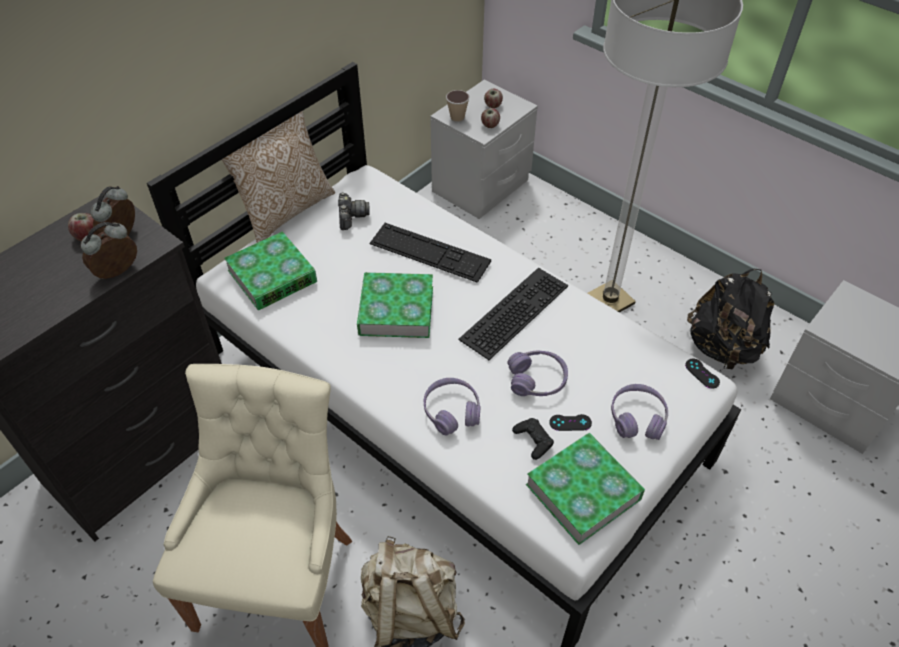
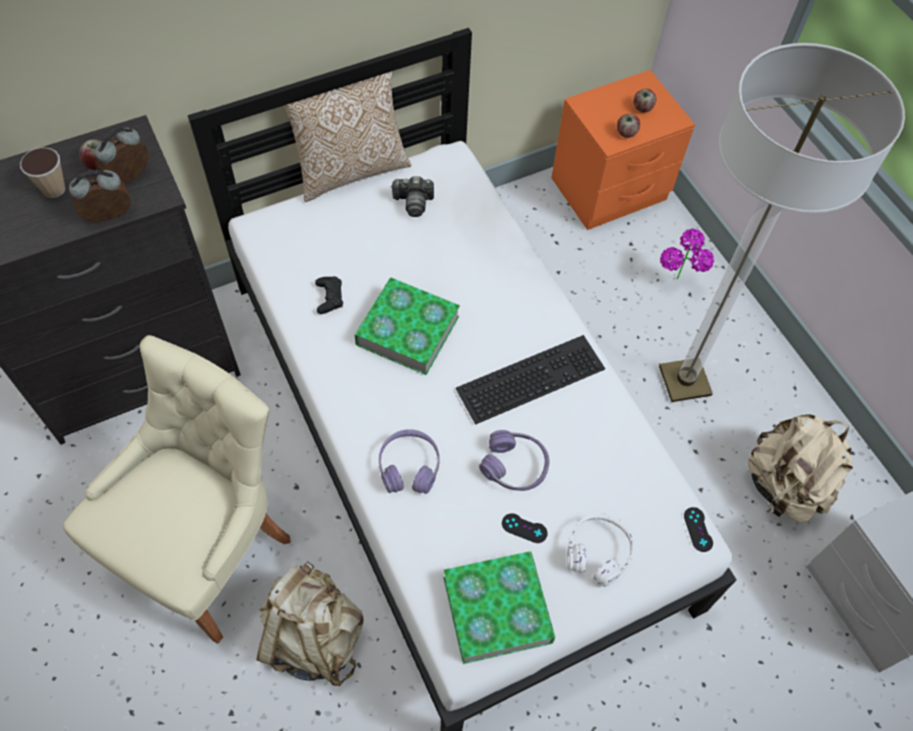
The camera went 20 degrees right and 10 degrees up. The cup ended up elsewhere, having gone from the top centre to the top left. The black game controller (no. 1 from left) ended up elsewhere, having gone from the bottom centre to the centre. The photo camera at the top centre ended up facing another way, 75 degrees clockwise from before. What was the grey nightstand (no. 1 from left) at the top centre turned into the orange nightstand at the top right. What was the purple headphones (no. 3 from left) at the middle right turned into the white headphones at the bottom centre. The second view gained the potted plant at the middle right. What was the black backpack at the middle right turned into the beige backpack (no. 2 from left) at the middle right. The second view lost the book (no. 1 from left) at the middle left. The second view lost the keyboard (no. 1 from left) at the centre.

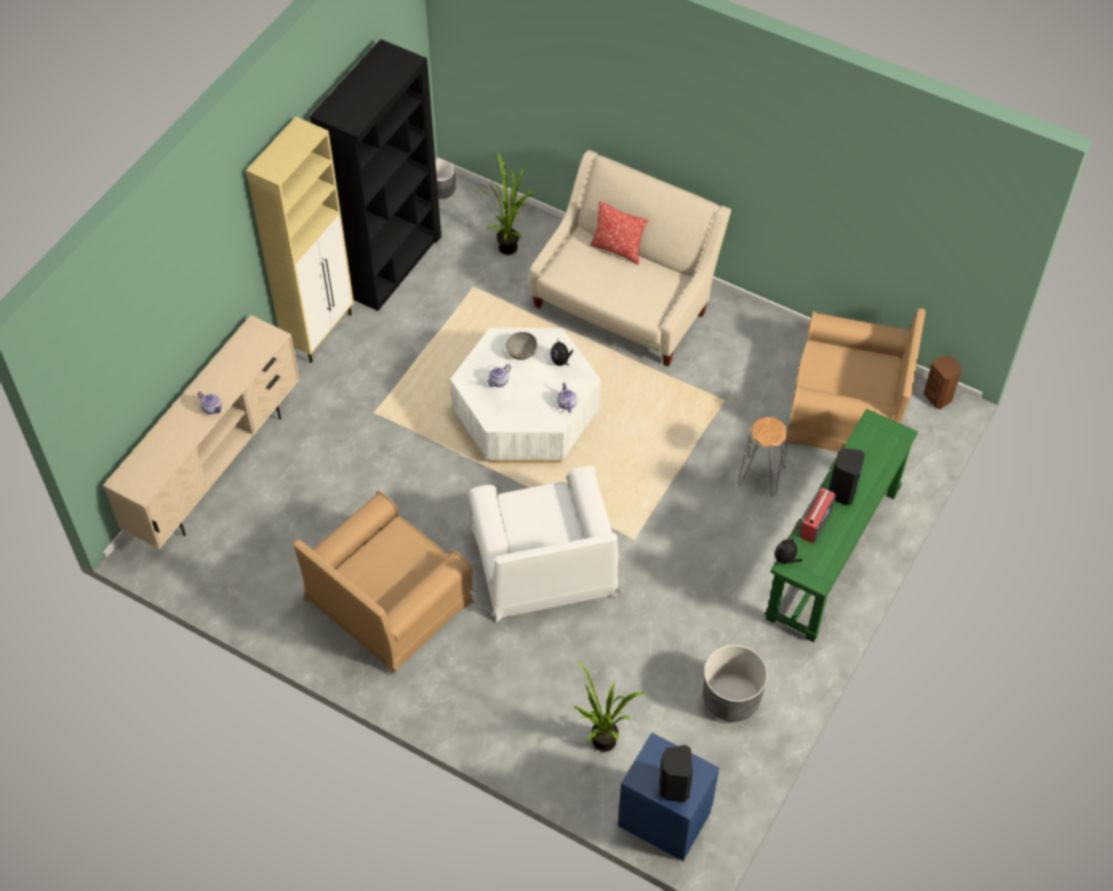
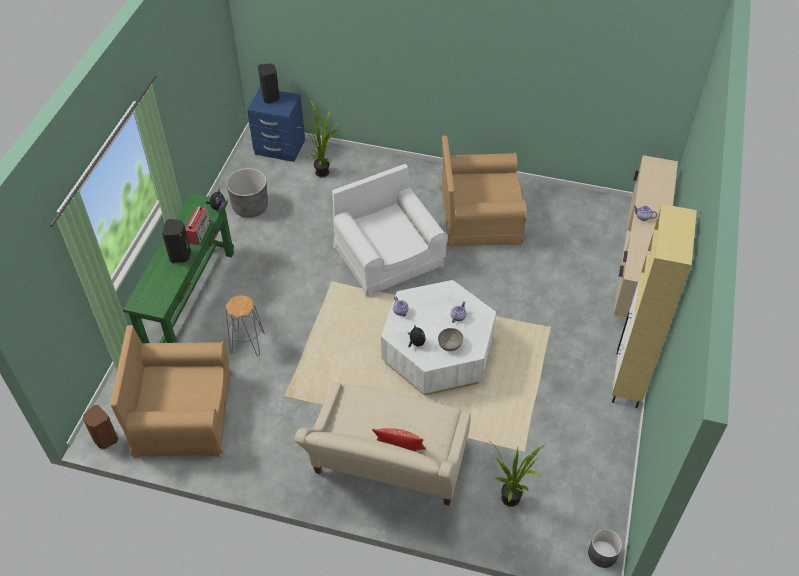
The camera went 165 degrees right and 5 degrees down. The brown armchair (no. 1 from left in the first image) at the centre ended up facing another way, 120 degrees counterclockwise from before. The second view lost the black bookcase at the top centre.

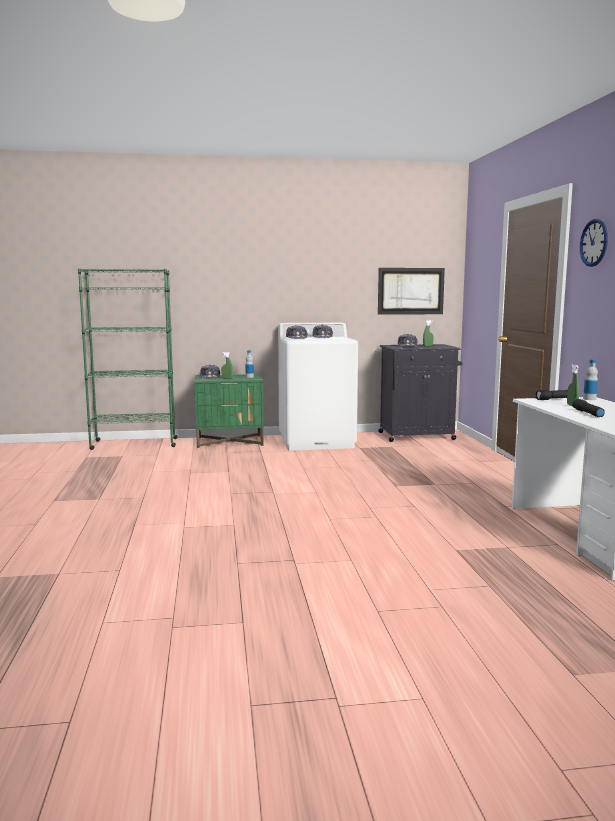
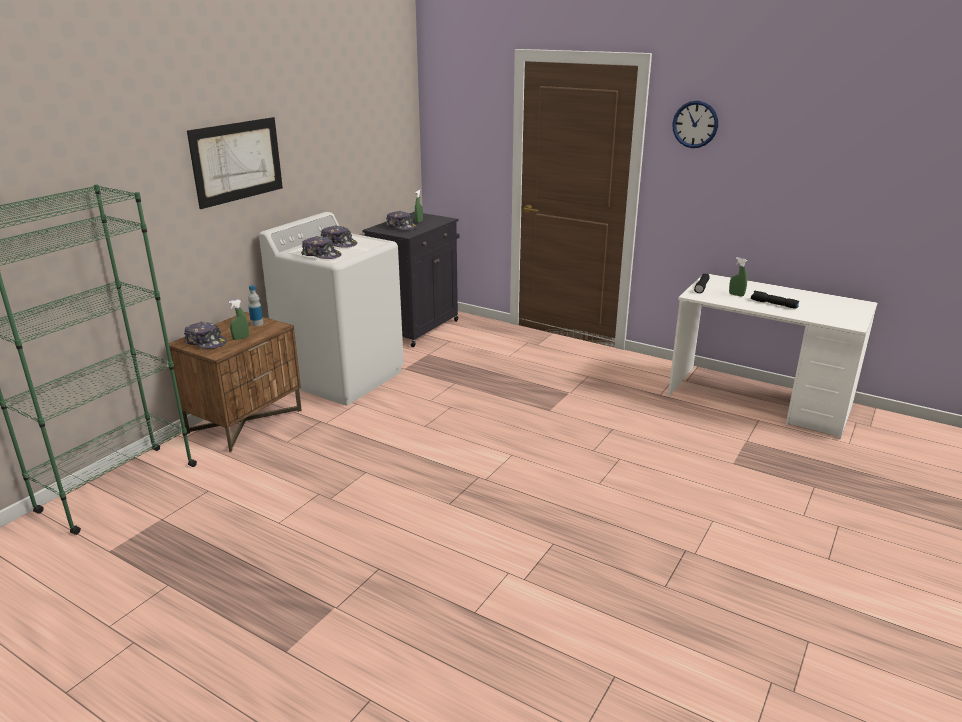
The camera went 50 degrees left and 15 degrees up. What was the green nightstand at the centre turned into the brown nightstand at the middle left. The picture ended up elsewhere, having gone from the middle right to the top left. The second view lost the bottle (no. 2 from left) at the middle right.

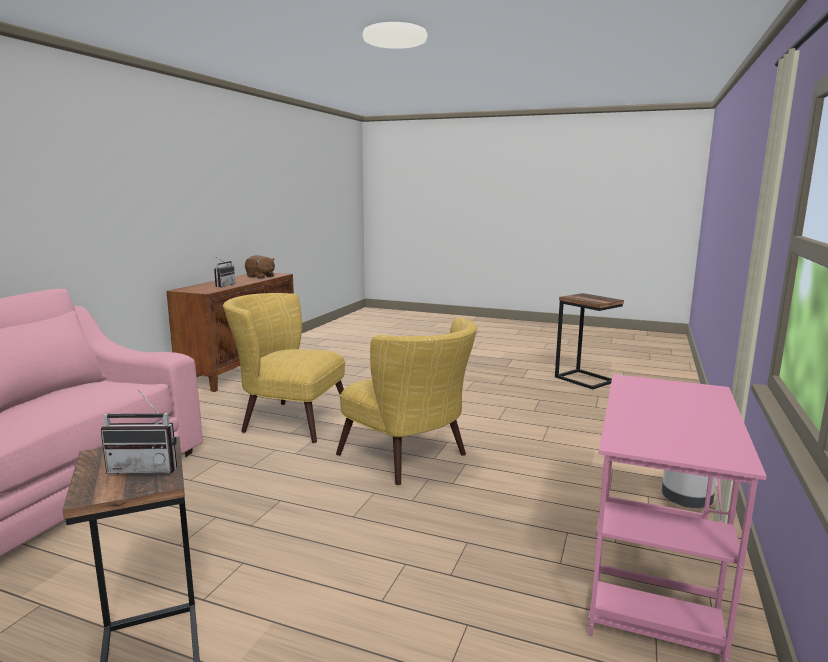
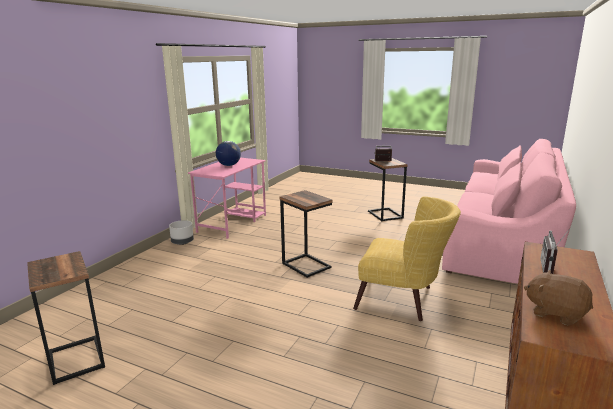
The camera went 175 degrees left and 5 degrees up. The second view gained the globe at the centre. Where the yellow armchair (no. 2 from left) stood at the centre, the side table (no. 2 from left) came to stand at the centre.

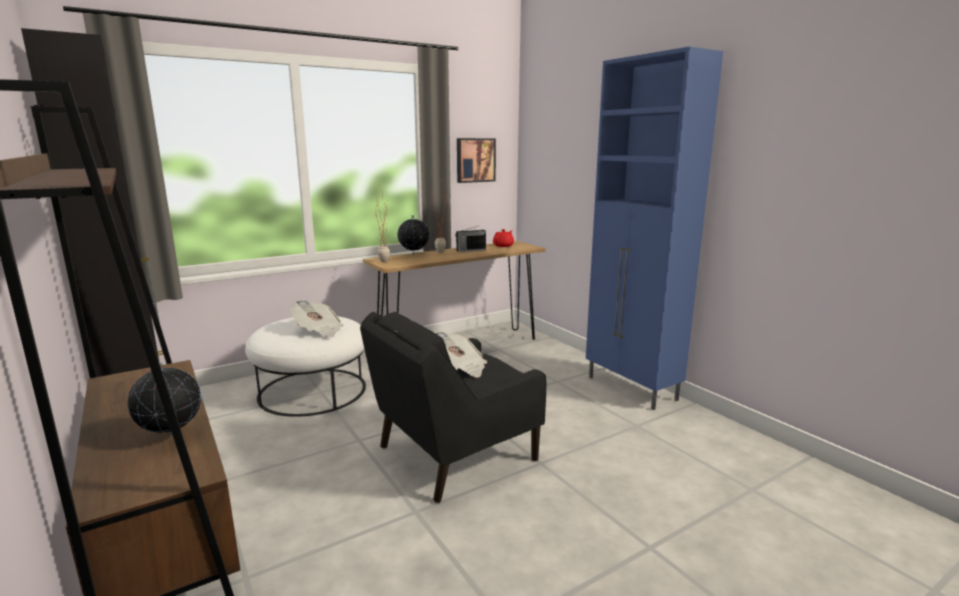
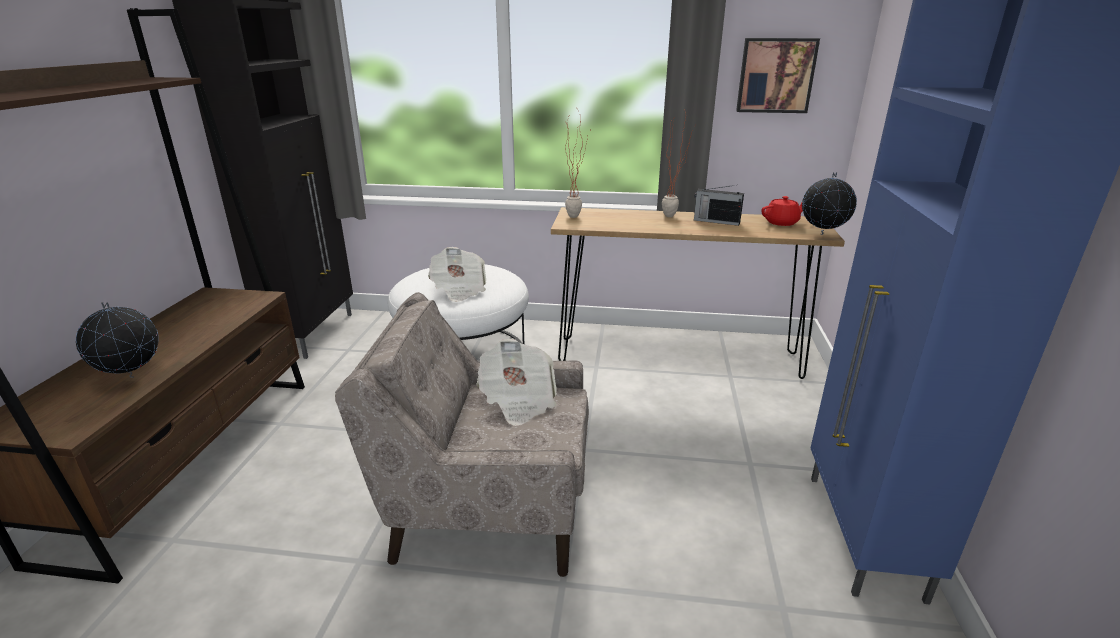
The camera went 40 degrees right and 10 degrees up. What was the black armchair at the bottom centre turned into the beige armchair at the bottom centre. The globe (no. 2 from left) ended up elsewhere, having gone from the centre to the top right.

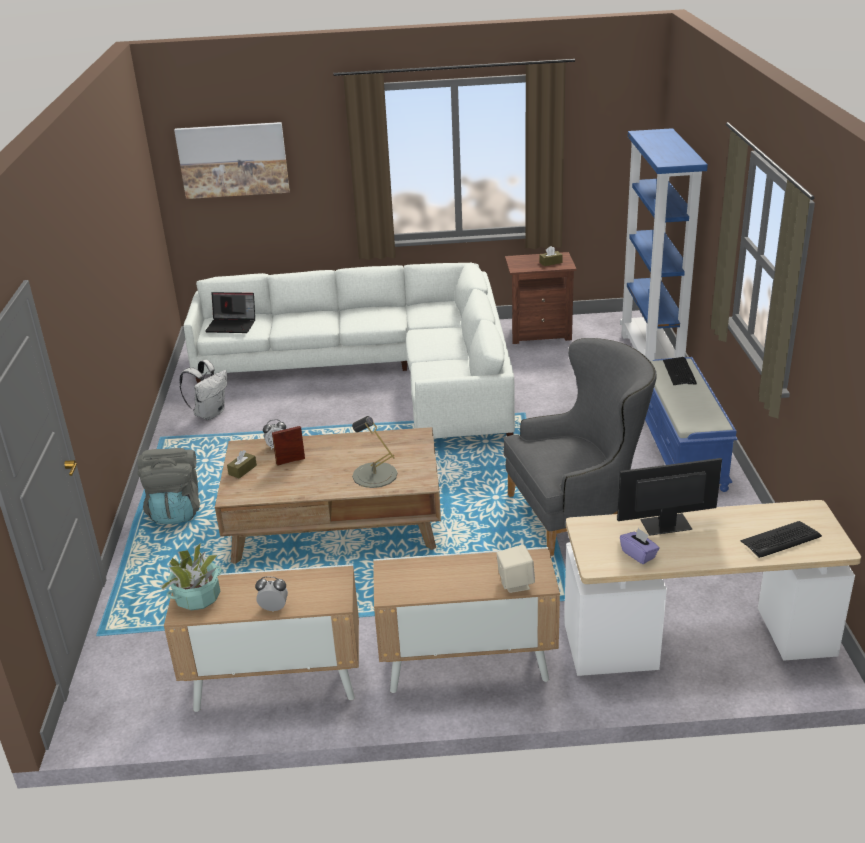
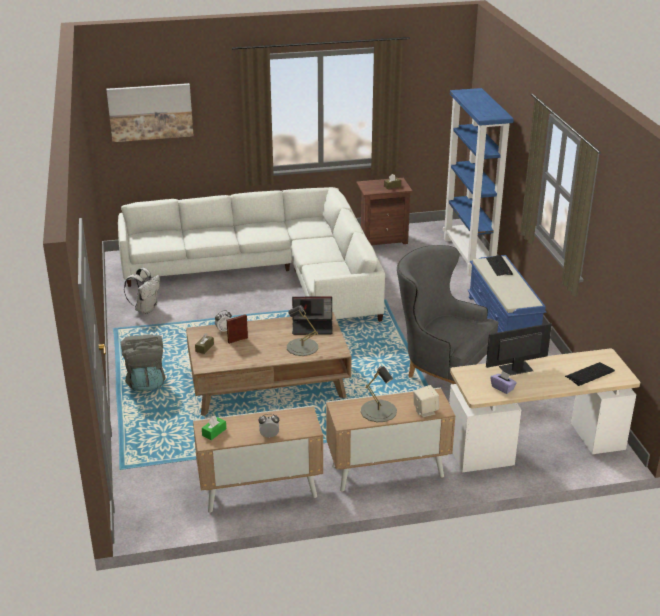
The camera went 10 degrees left and 0 degrees up. Where the potted plant stood at the bottom left, the green tissue box came to stand at the bottom left. The laptop ended up elsewhere, having gone from the middle left to the centre. The second view gained the grey table lamp (no. 2 from left) at the centre. The grey armchair at the middle right ended up facing another way, 120 degrees counterclockwise from before.

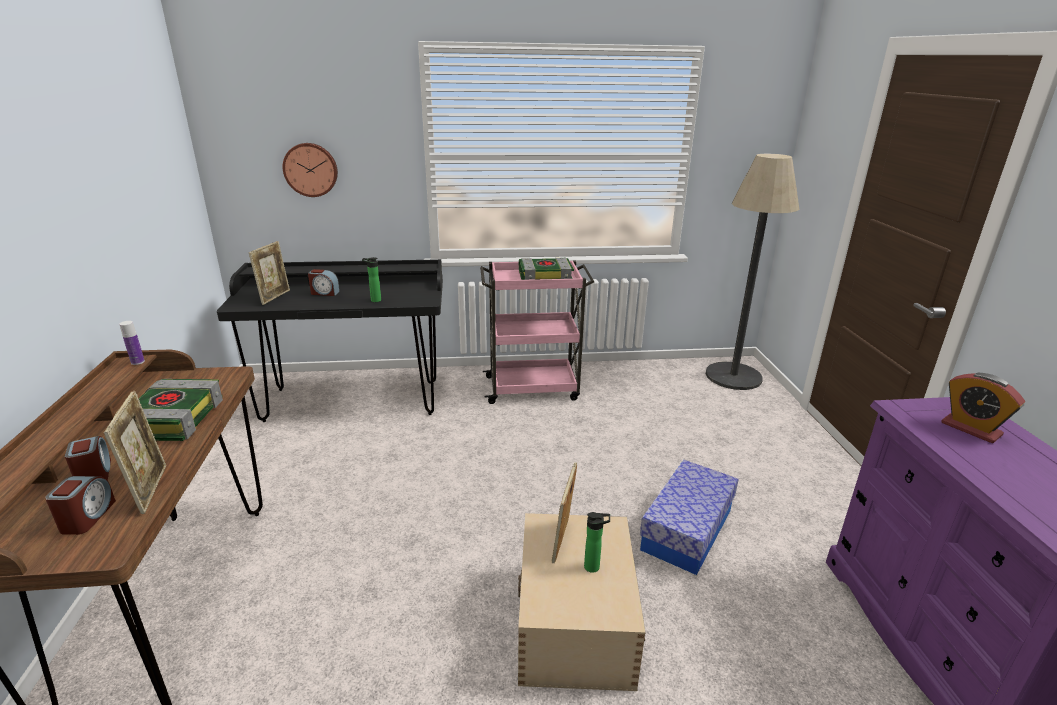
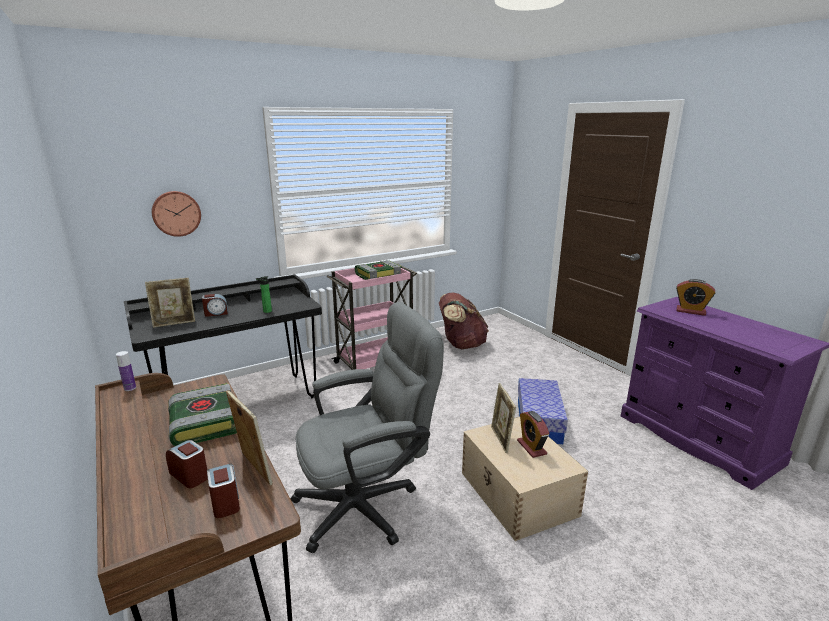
The camera went 25 degrees left and 5 degrees down. The picture frame (no. 2 from left in the first image) at the middle left ended up facing another way, 75 degrees clockwise from before. The second view gained the grey office chair at the bottom centre. The second view gained the brown backpack at the centre. Where the bottle (no. 3 from left) stood at the bottom centre, the alarm clock (no. 4 from left) came to stand at the bottom centre. The second view lost the floor lamp at the middle right.

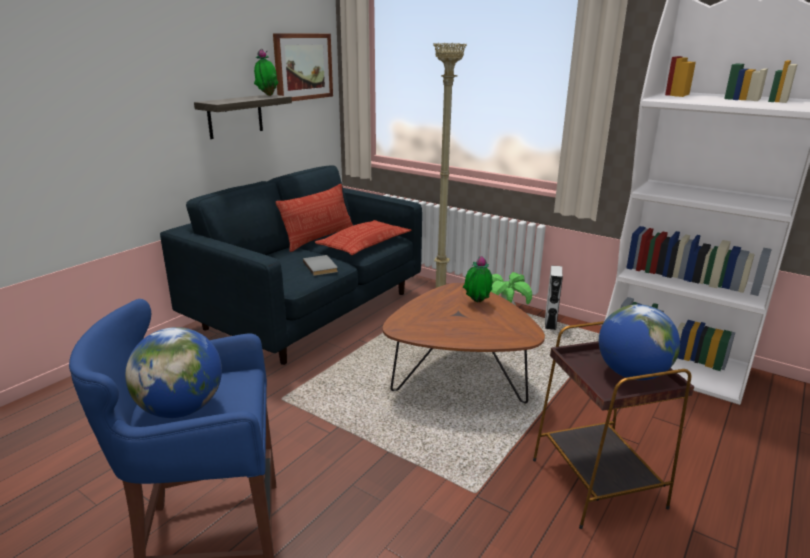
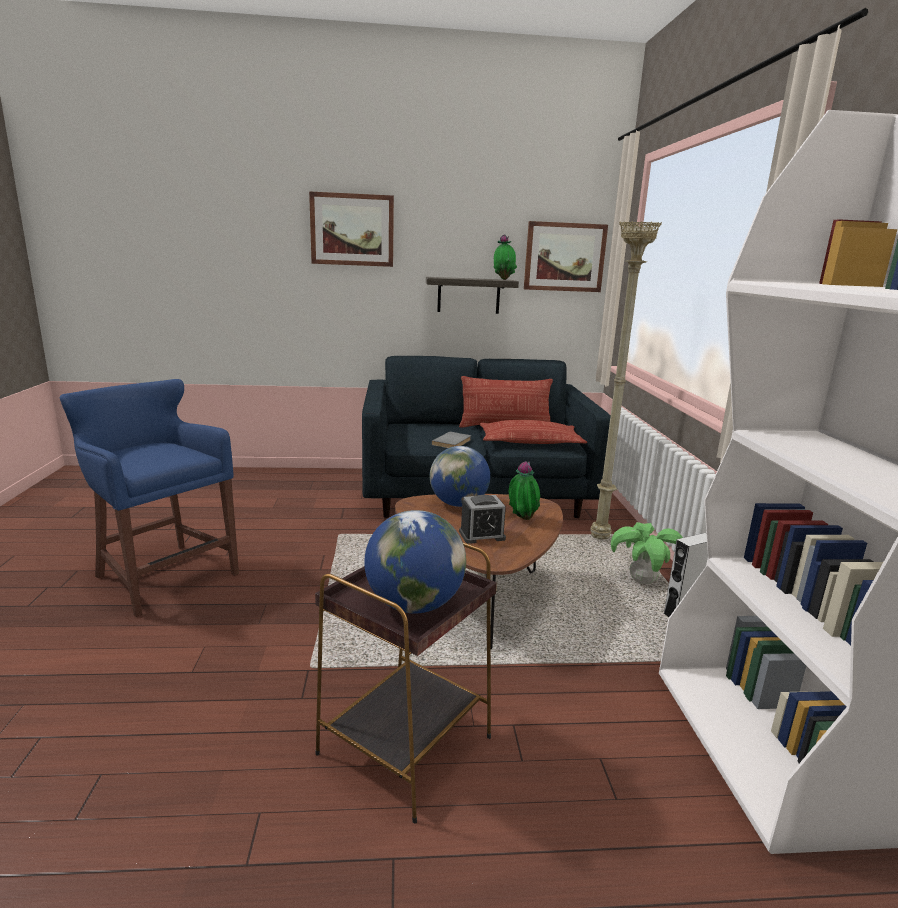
The camera went 50 degrees right and 5 degrees down. The second view gained the picture (no. 1 from left) at the top centre. The globe (no. 1 from left in the first image) ended up elsewhere, having gone from the bottom left to the centre. The second view gained the alarm clock at the centre.

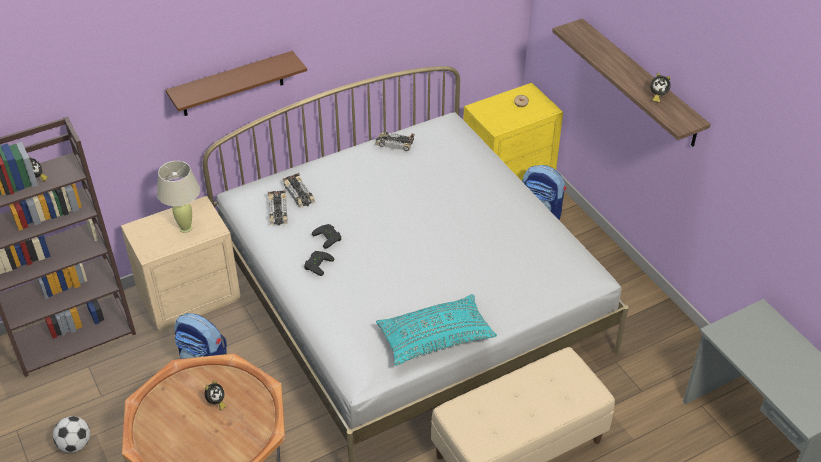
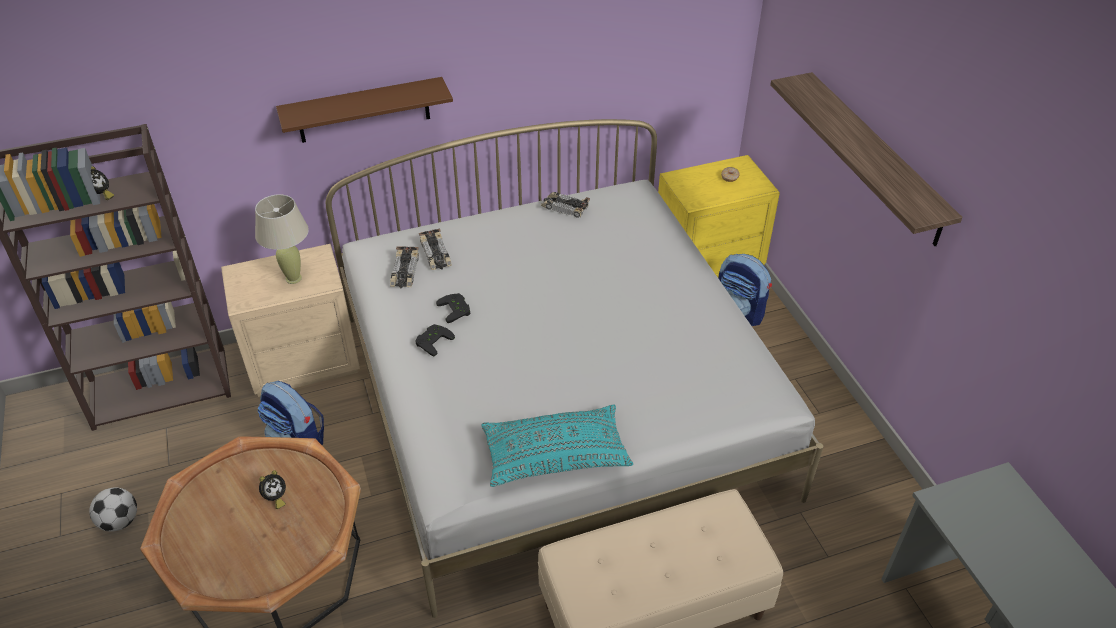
The camera went 10 degrees right and 0 degrees up. The second view lost the alarm clock (no. 3 from left) at the top right.

